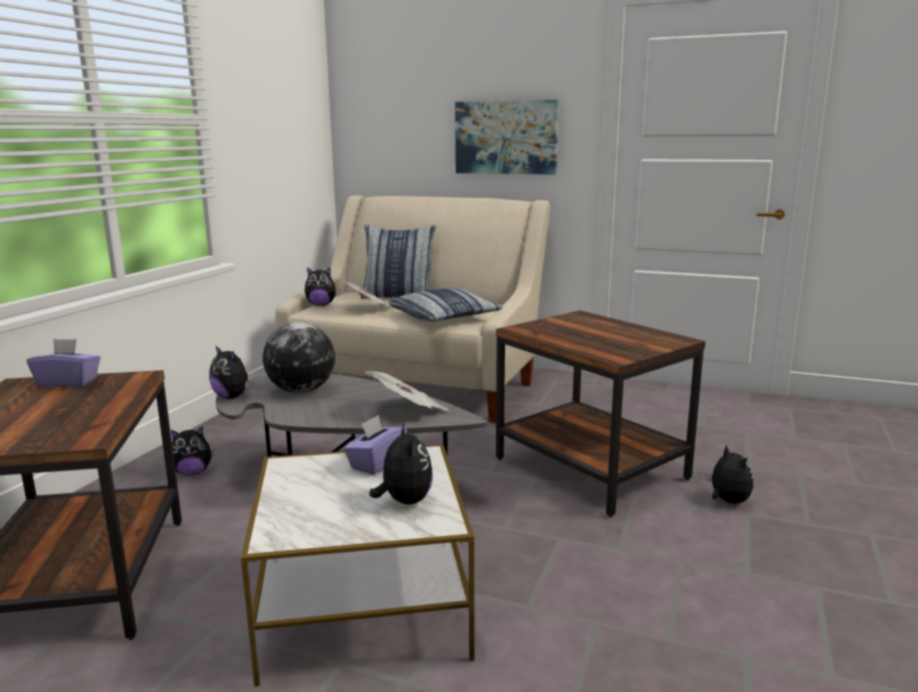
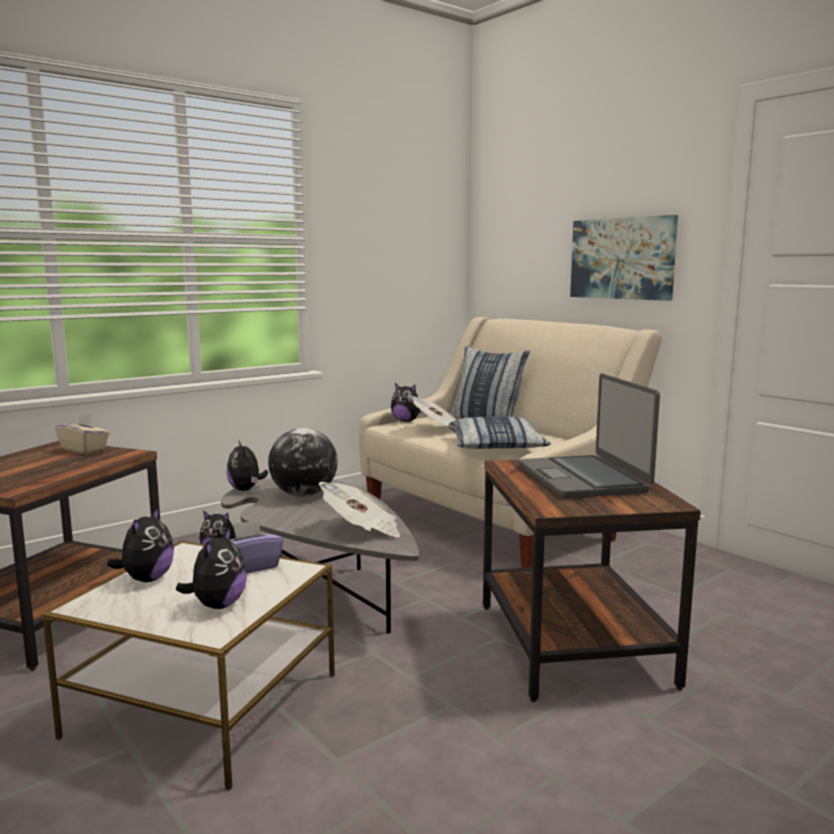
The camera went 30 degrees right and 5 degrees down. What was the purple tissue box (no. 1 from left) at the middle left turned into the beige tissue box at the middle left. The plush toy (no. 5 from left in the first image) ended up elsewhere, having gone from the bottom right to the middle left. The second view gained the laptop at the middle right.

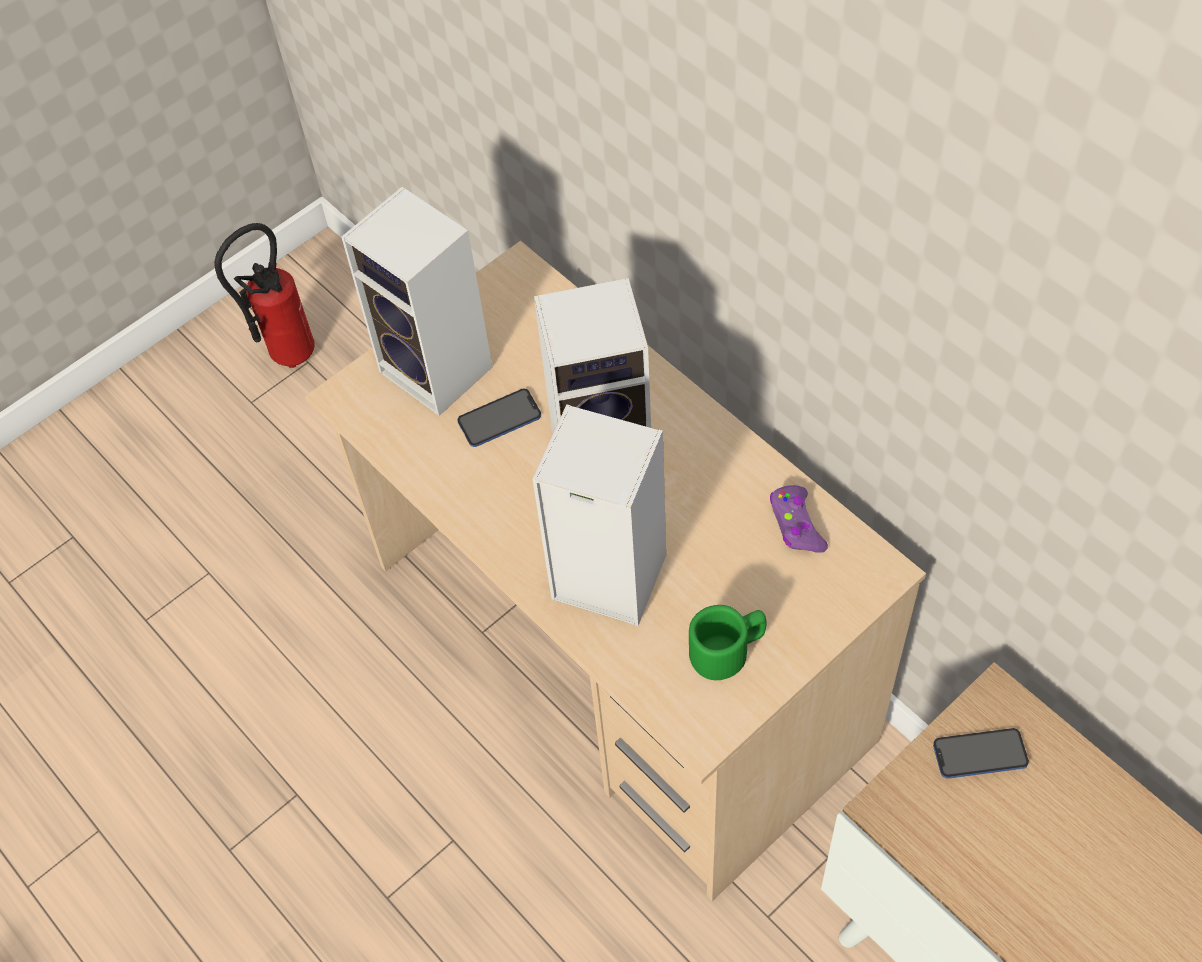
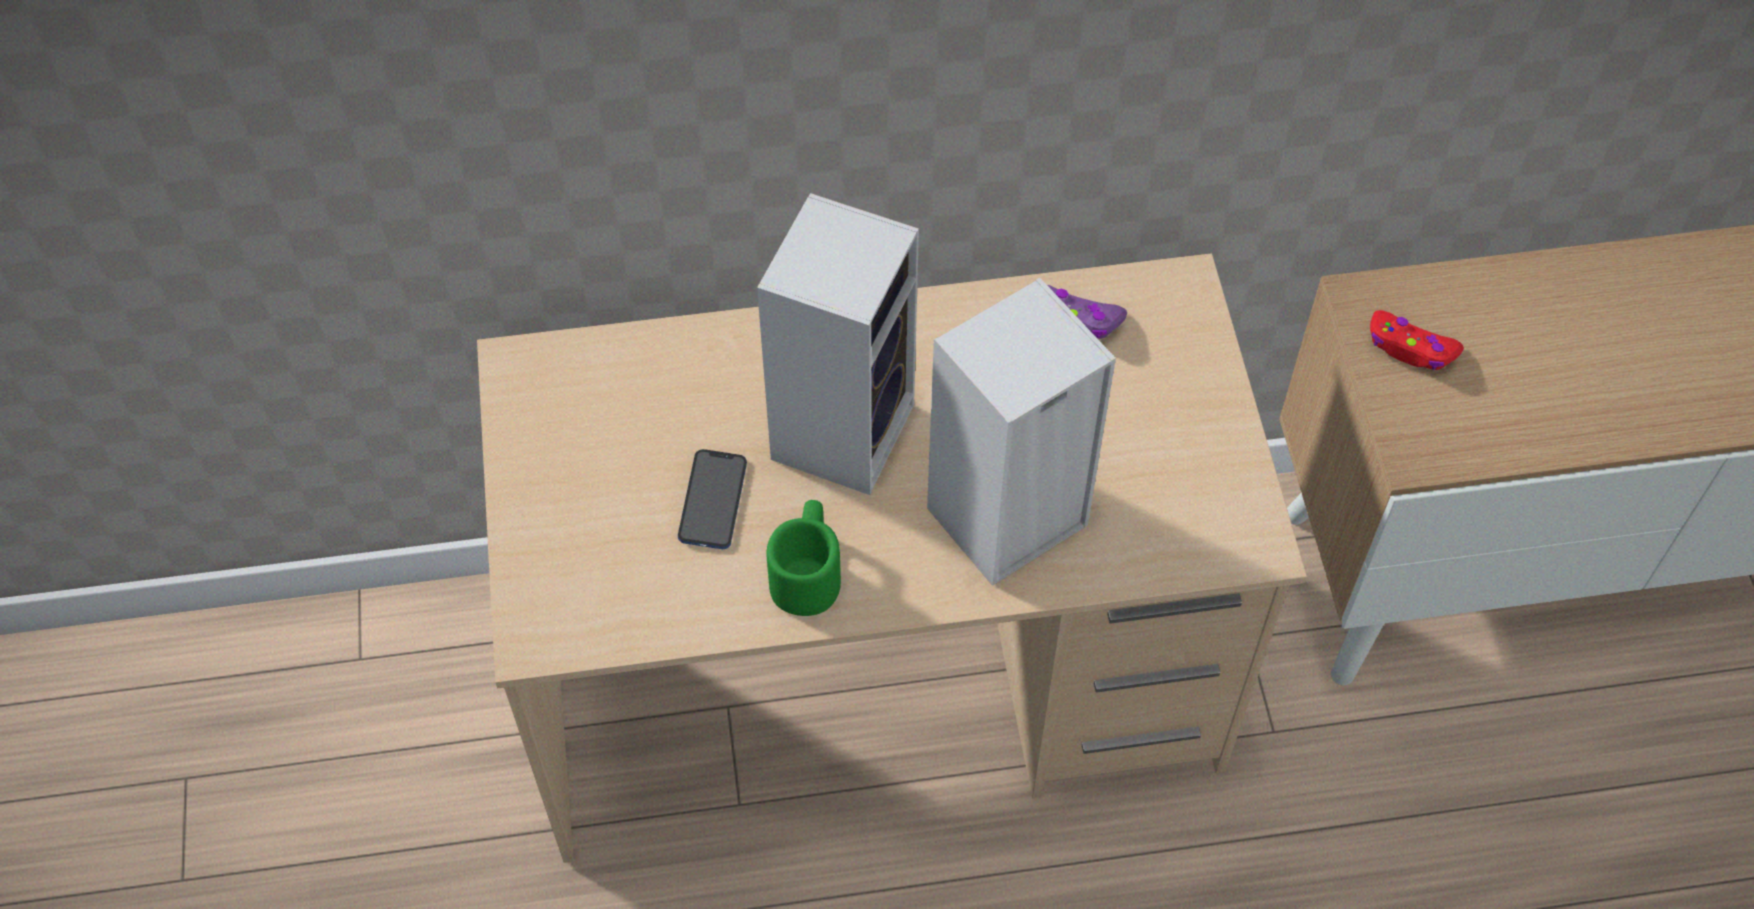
The camera went 60 degrees left and 0 degrees up. The green mug ended up elsewhere, having gone from the bottom centre to the centre. Where the phone (no. 2 from left) stood at the bottom right, the red game controller came to stand at the middle right. The second view lost the fire extinguisher at the top left. The second view lost the speaker (no. 1 from left) at the top centre.

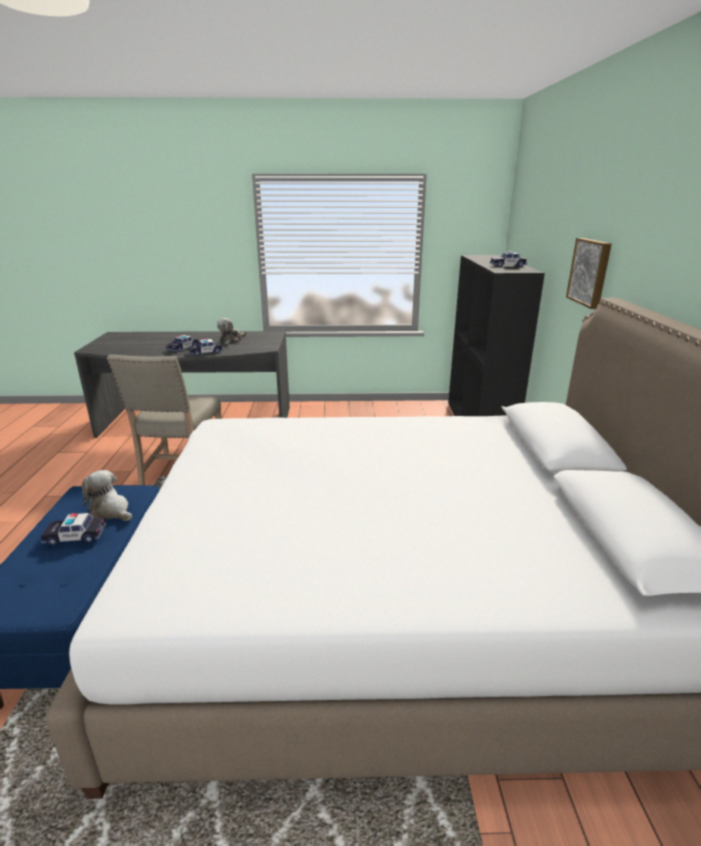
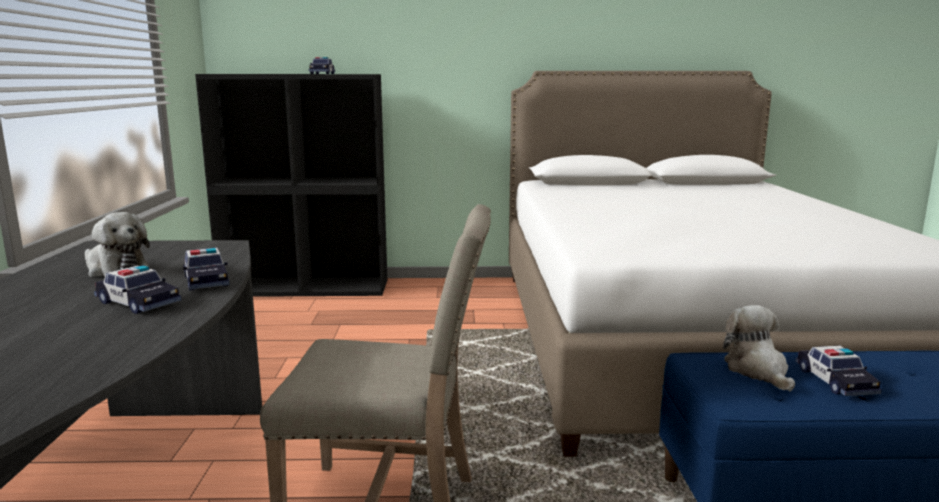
The camera went 90 degrees left and 10 degrees down. The plush toy (no. 1 from left in the first image) at the middle left ended up facing another way, 135 degrees clockwise from before. The second view lost the picture at the top right.

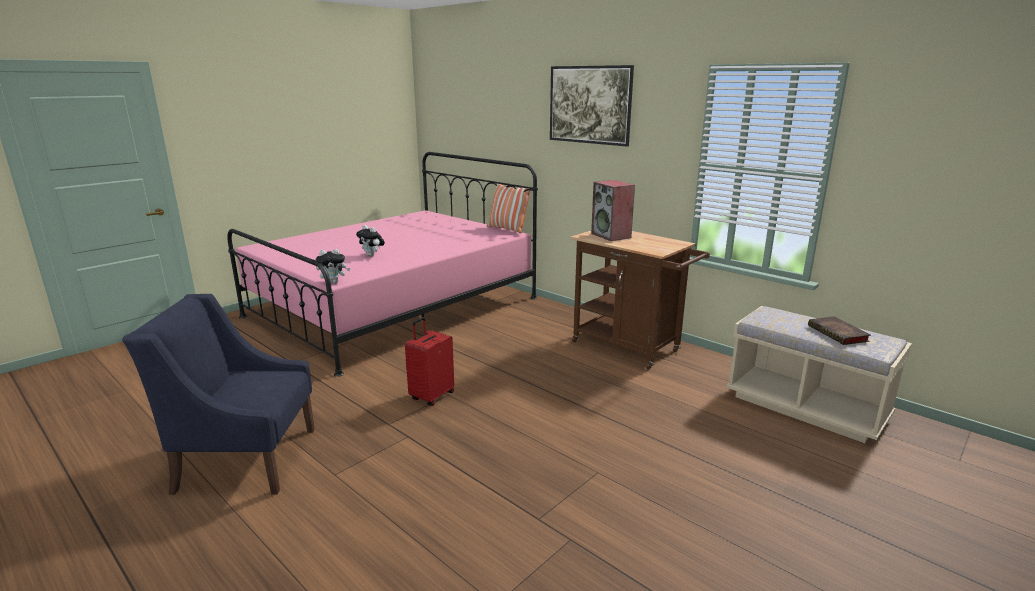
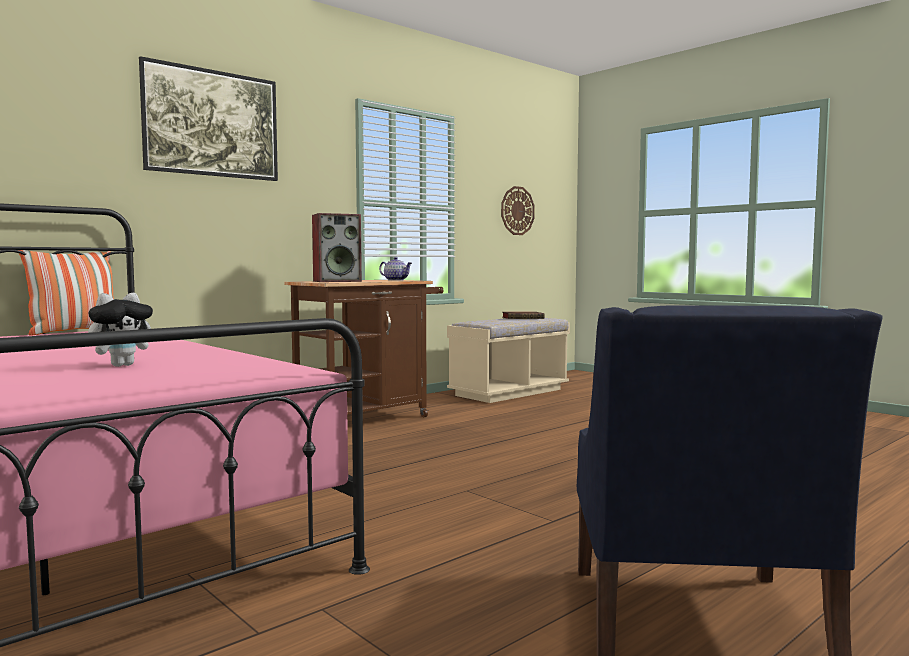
The camera went 85 degrees left and 15 degrees down. The second view gained the teapot at the centre. The second view gained the wall clock at the top centre. The second view lost the plush toy (no. 1 from left) at the middle left. The second view lost the red suitcase at the centre.

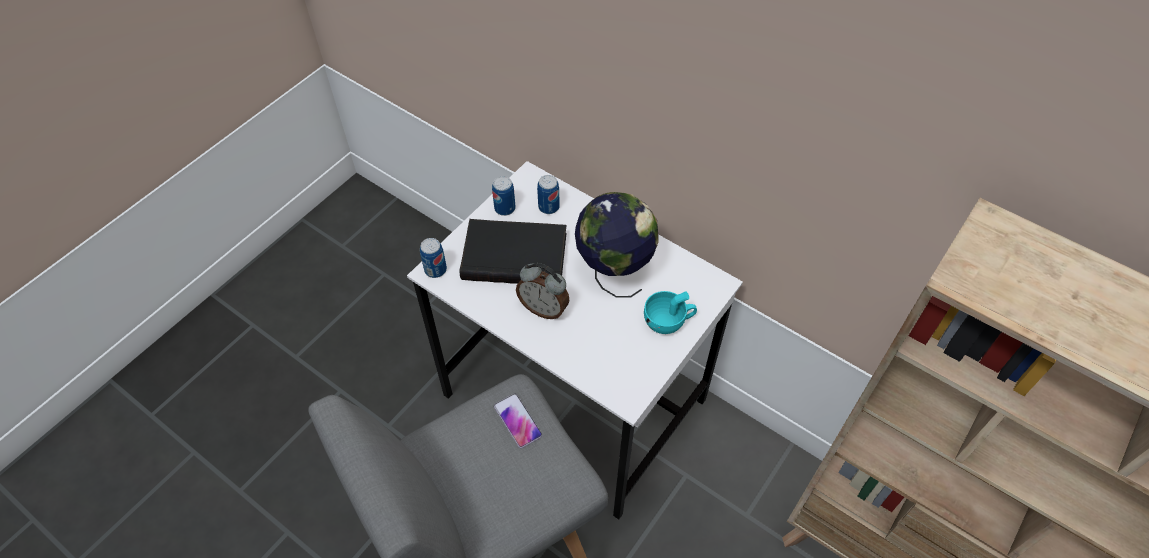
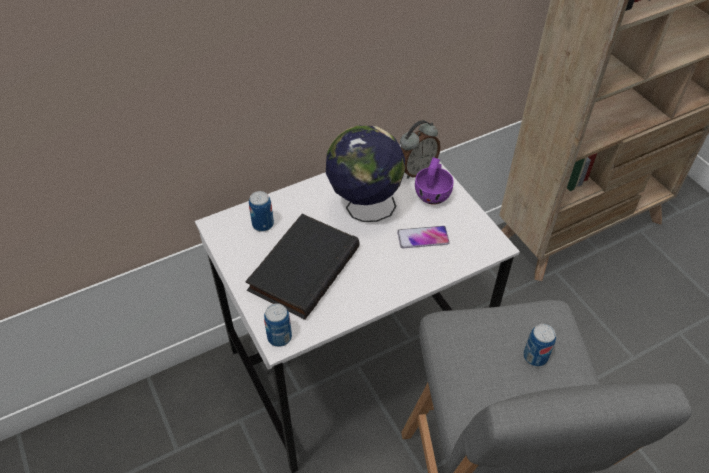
The camera went 65 degrees left and 5 degrees down. The phone ended up elsewhere, having gone from the bottom centre to the centre. The alarm clock ended up elsewhere, having gone from the centre to the top centre. What was the turquoise cup at the centre turned into the purple cup at the centre. The can (no. 2 from left in the first image) ended up elsewhere, having gone from the centre to the bottom right.

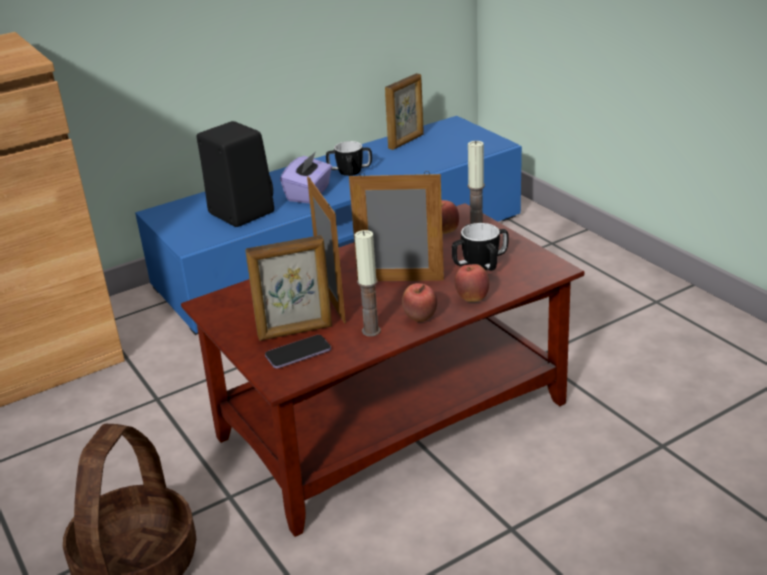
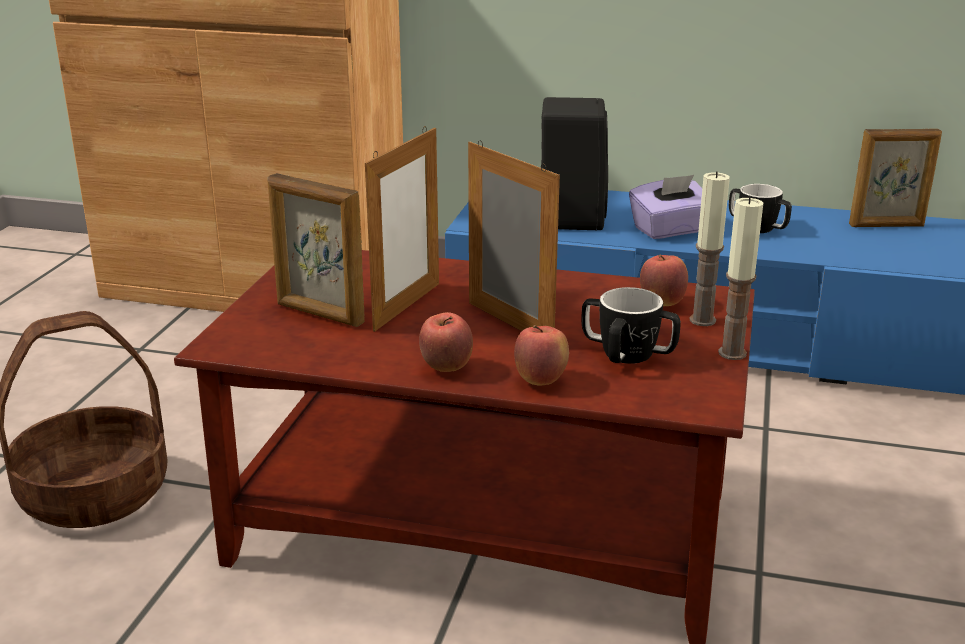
The camera went 45 degrees right and 5 degrees down. The candle (no. 1 from left in the first image) ended up elsewhere, having gone from the centre to the middle right. The second view lost the phone at the centre.

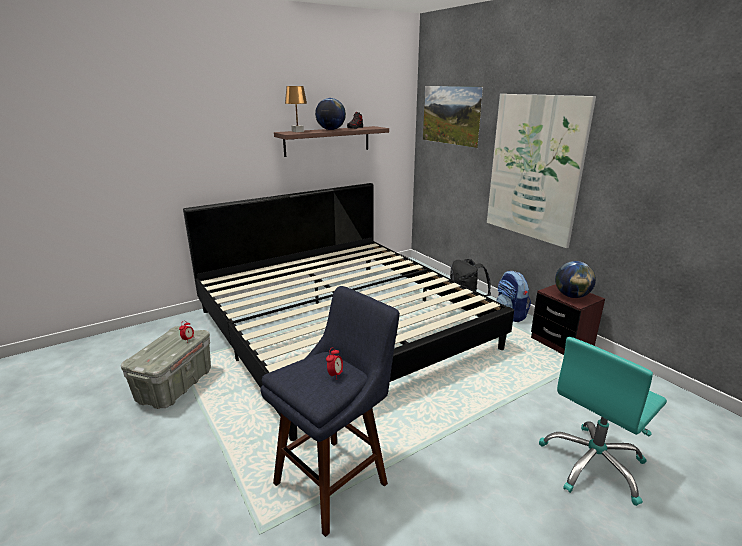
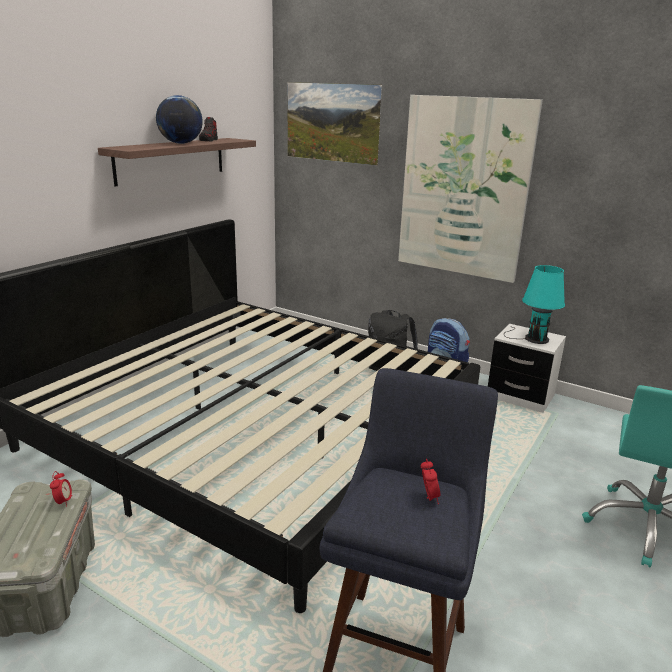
The camera went 25 degrees left and 0 degrees up. What was the brown nightstand at the middle right turned into the white nightstand at the middle right. Where the globe (no. 2 from left) stood at the middle right, the turquoise table lamp came to stand at the middle right. The second view lost the brown table lamp at the top centre.

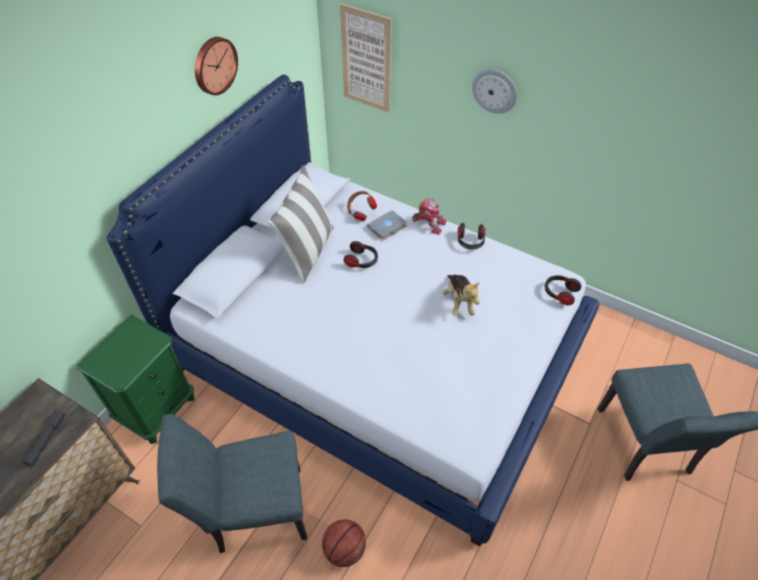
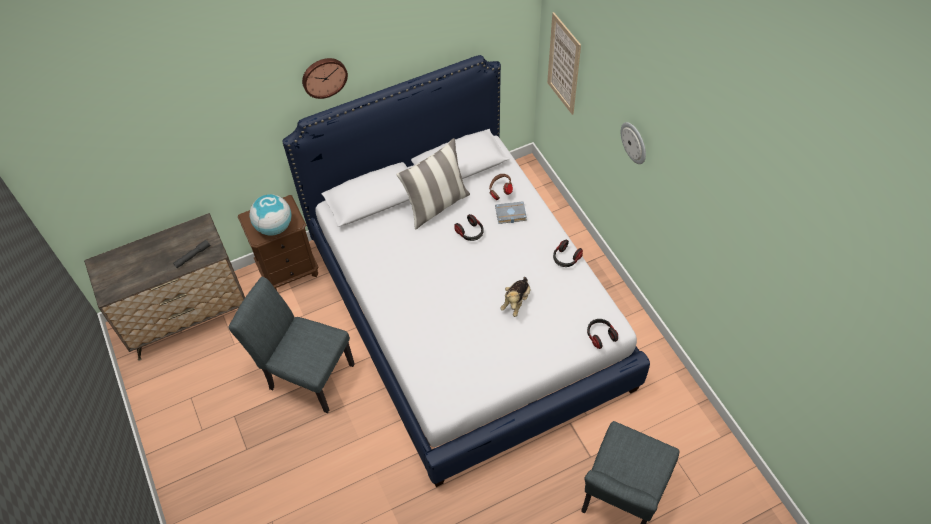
The camera went 35 degrees right and 5 degrees up. What was the green nightstand at the middle left turned into the brown nightstand at the middle left. The second view gained the globe at the middle left. The wall clock (no. 1 from left) ended up elsewhere, having gone from the top left to the top centre. The second view lost the basketball at the bottom centre. The second view lost the toy robot at the centre.

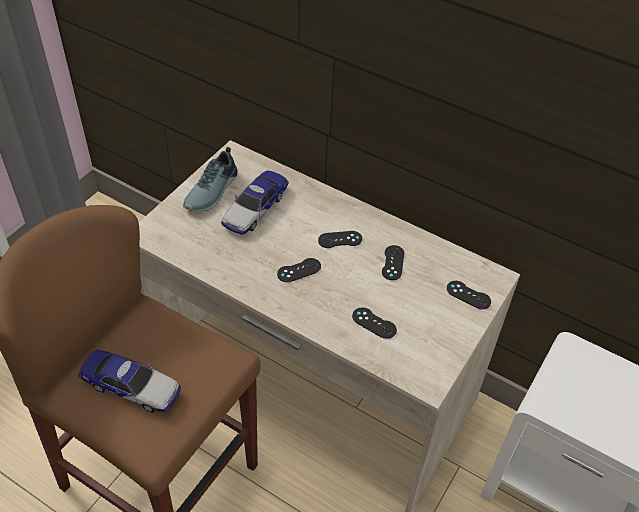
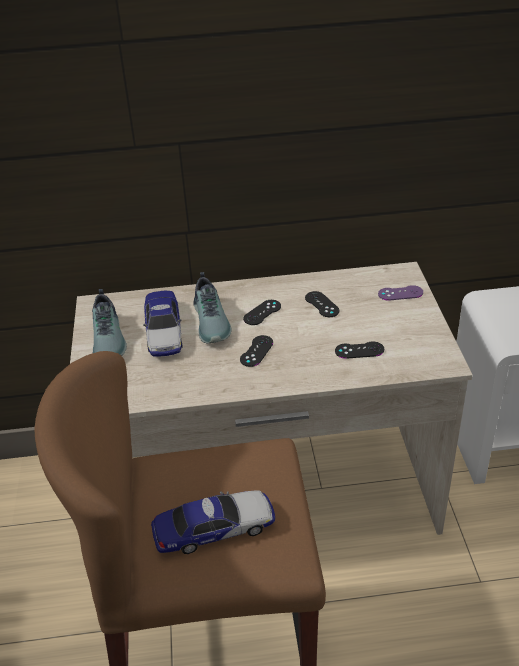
The camera went 35 degrees left and 10 degrees down. The second view gained the shoe (no. 2 from left) at the centre. What was the black game controller (no. 5 from left) at the middle right turned into the purple game controller at the middle right.

